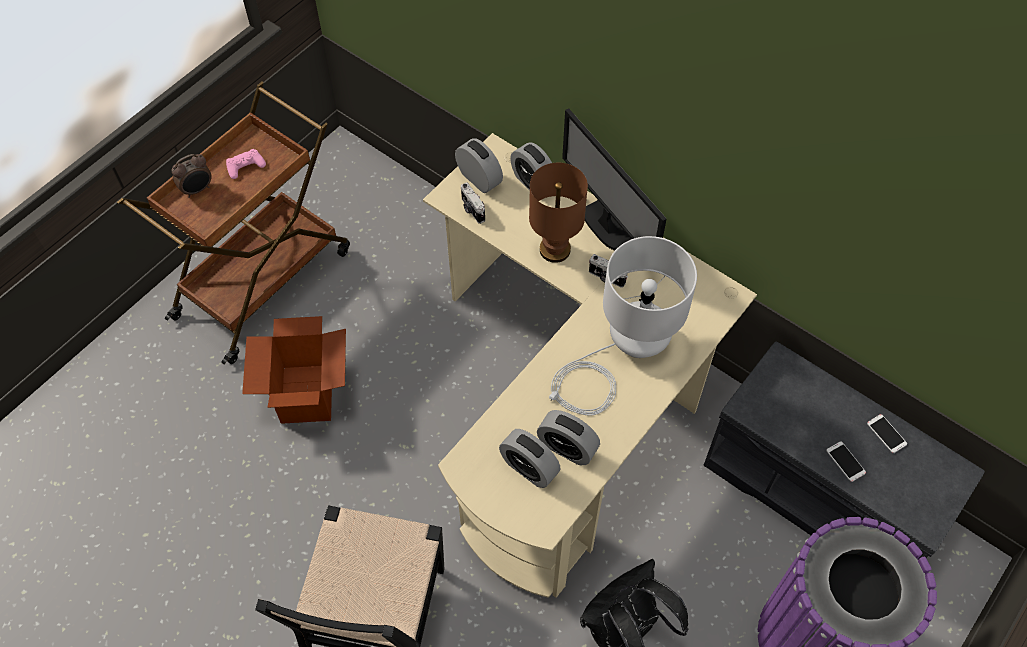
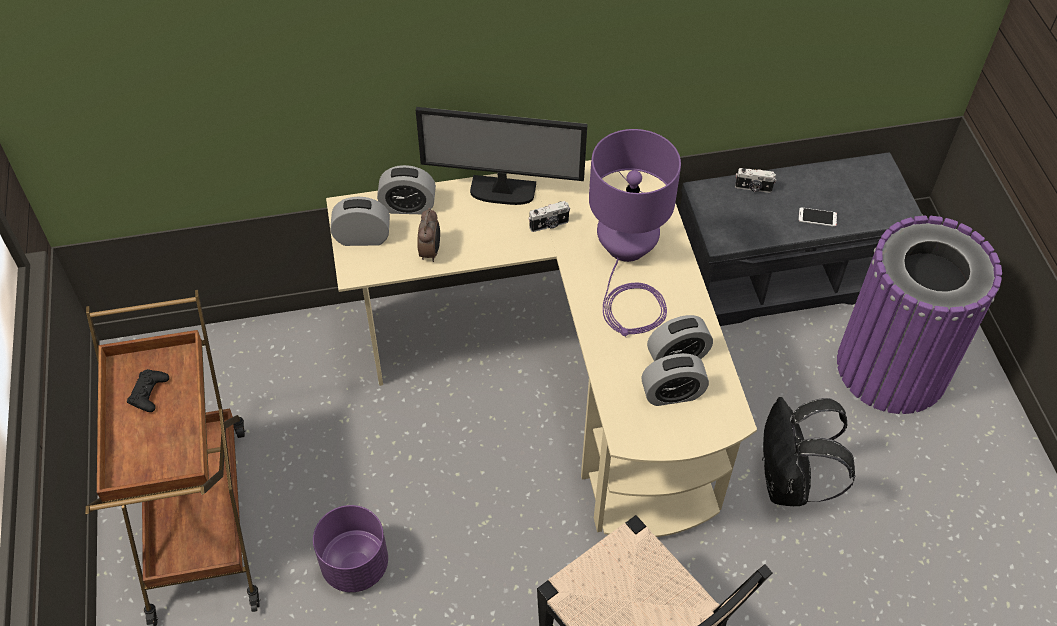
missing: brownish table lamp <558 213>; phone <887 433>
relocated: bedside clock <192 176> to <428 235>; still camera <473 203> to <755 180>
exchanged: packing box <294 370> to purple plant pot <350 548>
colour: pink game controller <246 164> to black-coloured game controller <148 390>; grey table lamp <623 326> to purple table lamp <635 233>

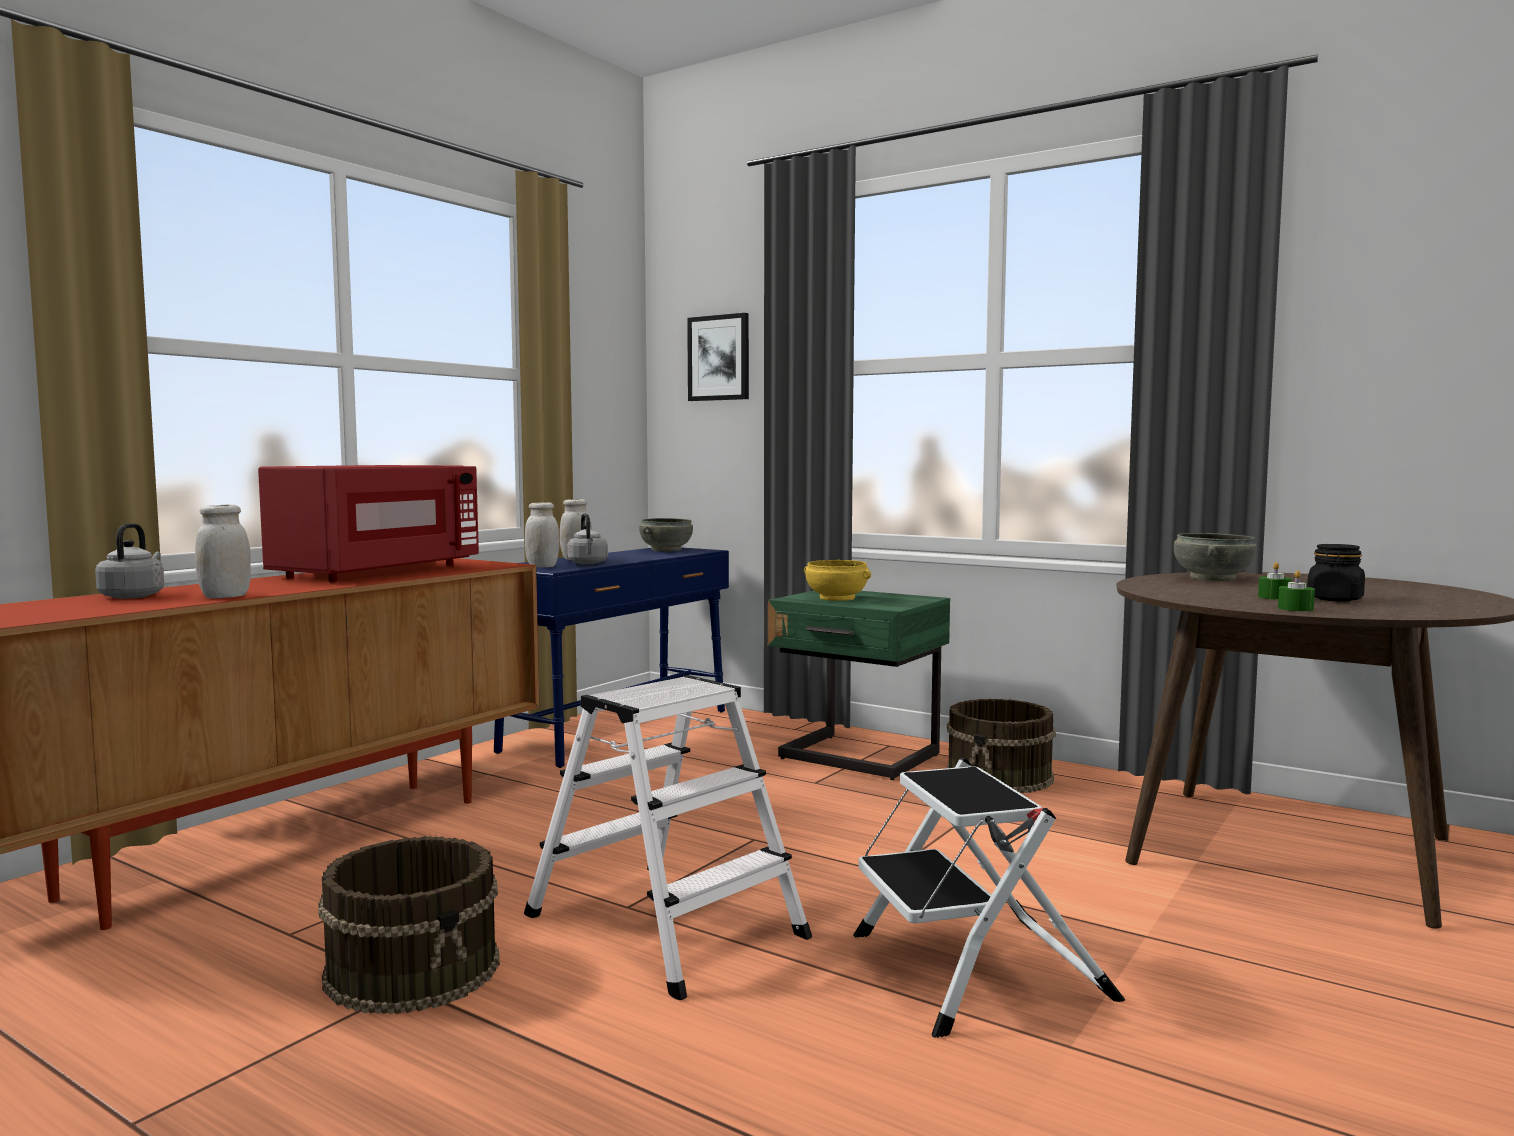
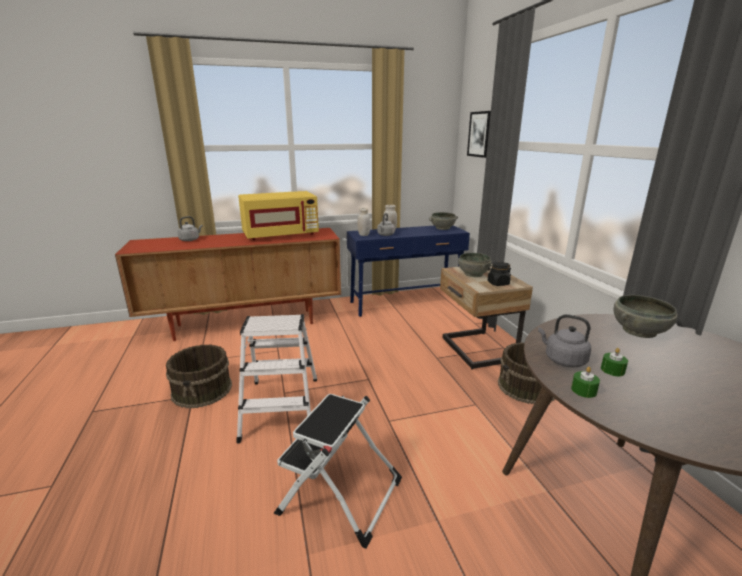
missing: white-coloured jar <223 551>
appeared: grey tea kettle <564 341>
relocated: black-coloured jar <1336 573> to <499 274>
colour: red kitchen microwave <368 523> to yellowish kitchen microwave <278 215>; green nightstand <859 685> to beige-coloured nightstand <486 316>; yellowish bowl <837 580> to grey bowl <475 265>

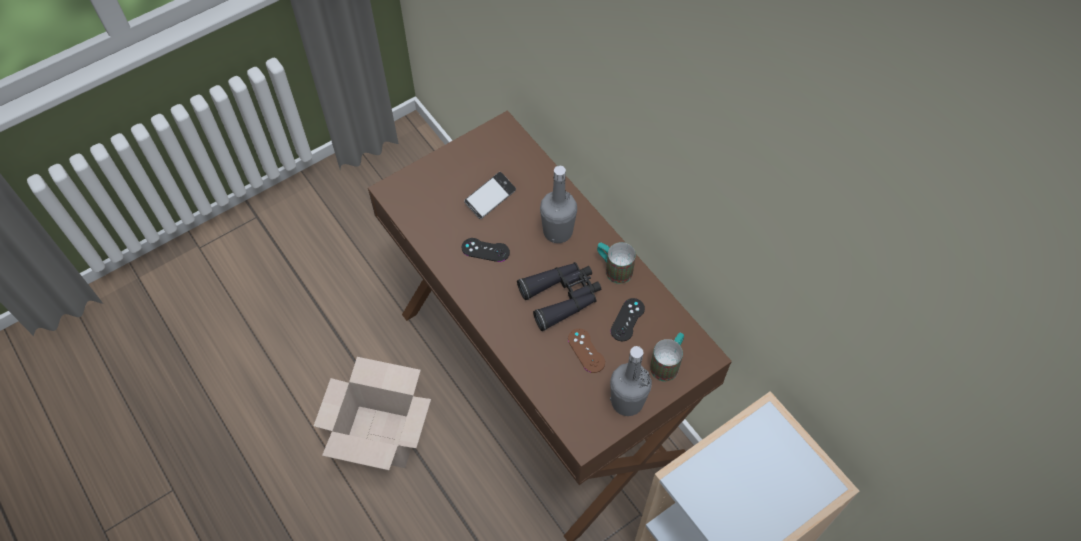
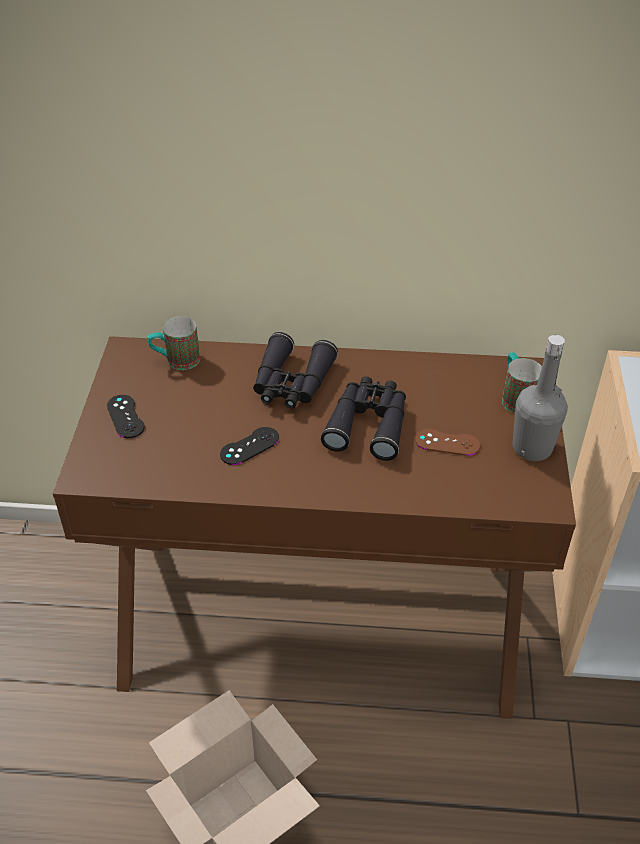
missing: phone <490 195>
relocated: tea mug <616 263> to <174 343>; black-coloured game controller <628 319> to <126 416>
exchanged: grey drink bottle <558 204> to black-coloured pair of binoculars <295 370>

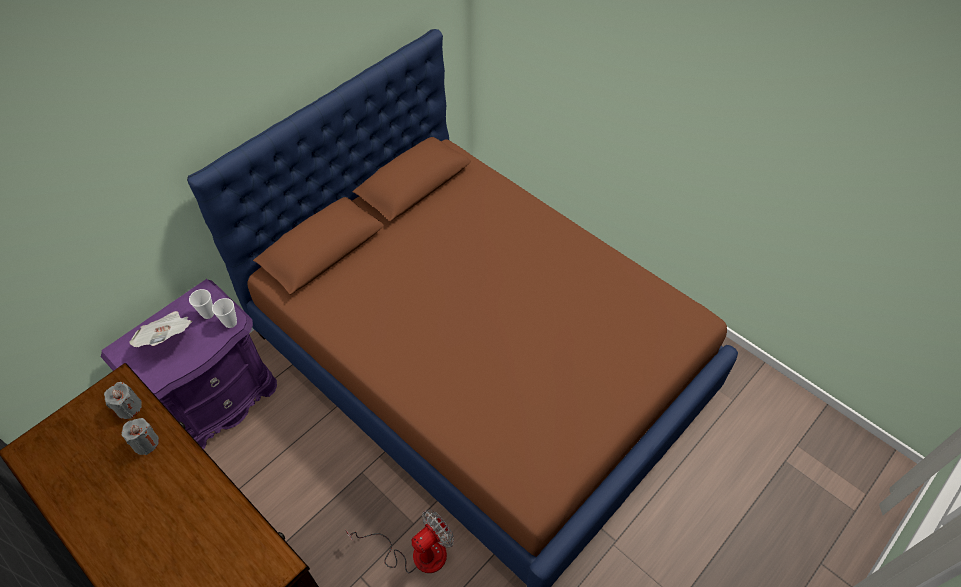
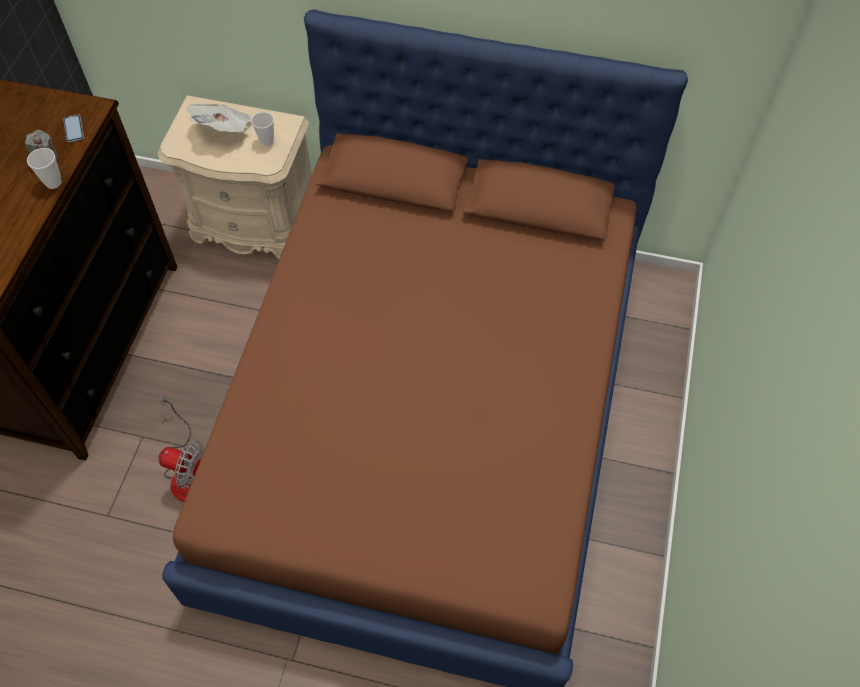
relocated: cup <224 313> to <44 168>
exchanged: grey wax candle <123 400> to phone <73 128>
colour: purple nightstand <189 364> to beige-coloured nightstand <235 177>

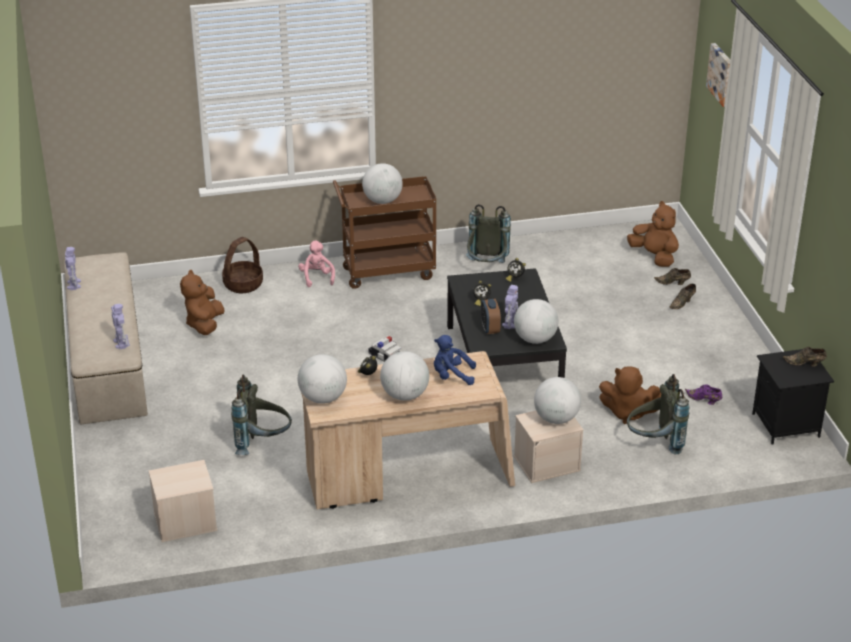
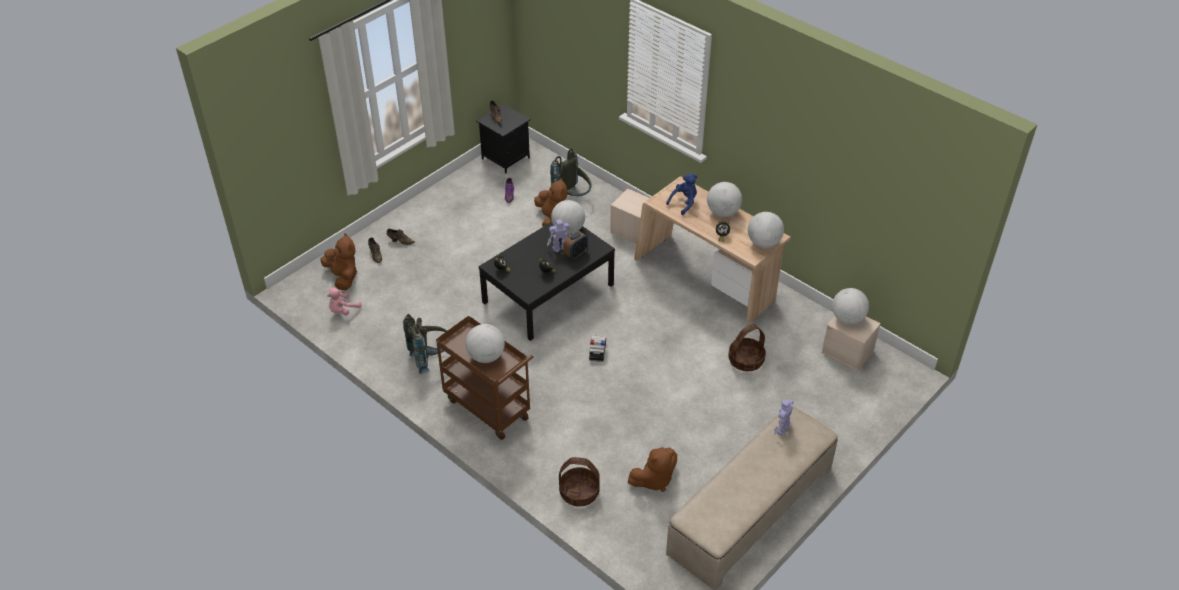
missing: toy robot <73 268>; wall art <718 75>
relocated: pink soft toy <316 264> to <344 301>; world globe <557 400> to <850 306>
exchanged: grey rucksack <261 414> to basket <747 347>
spun: blue soft toy <455 360> = <681 194> 105 degrees counterclockwise; brownish soft toy <653 234> = <339 261> 135 degrees clockwise

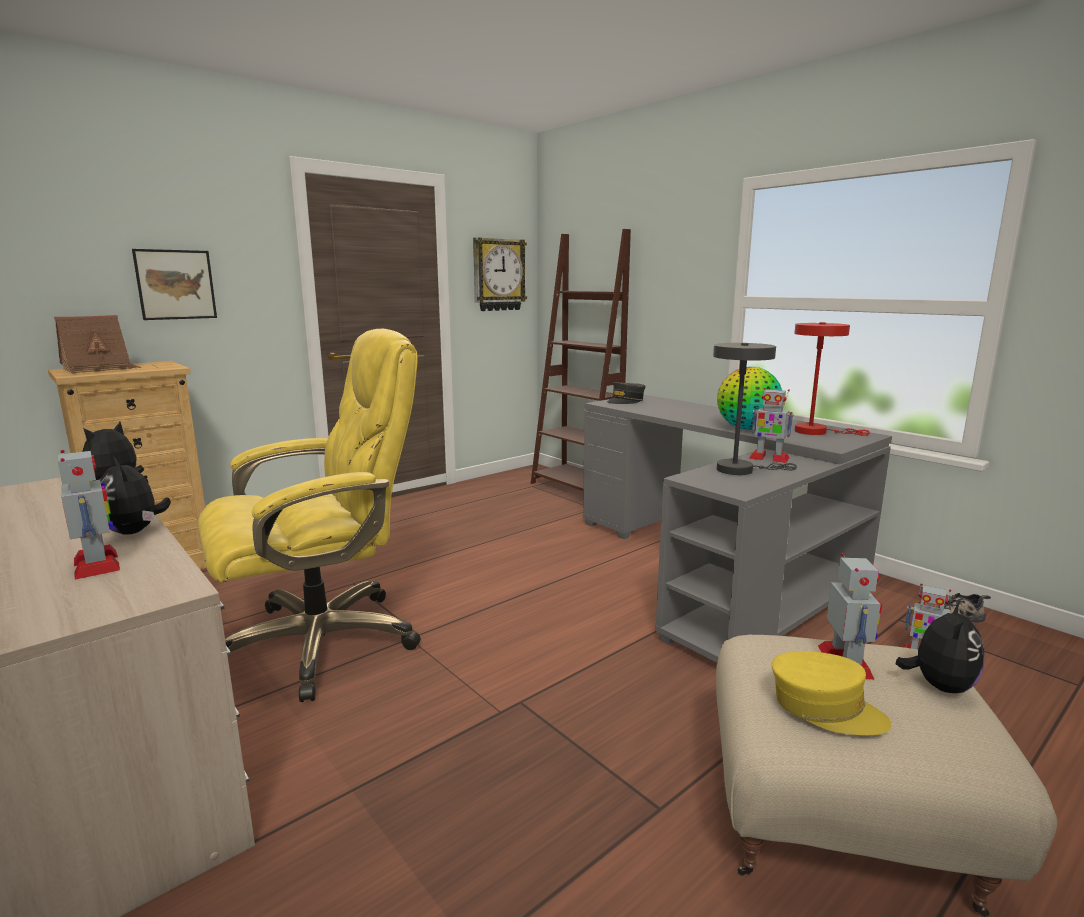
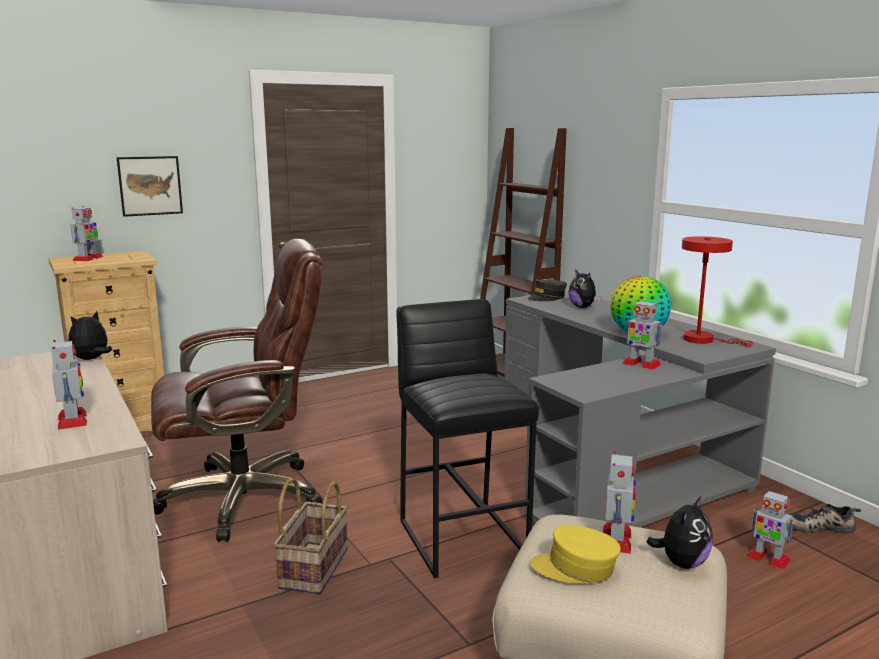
missing: wall clock <500 274>; grey table lamp <755 409>
appeared: basket <310 535>; black-coloured stool seat <467 438>
relocated: soft toy <135 496> to <584 288>
exchanged: toy house <97 344> to toy robot <86 233>
colour: yellowish desk chair <309 515> to brownish desk chair <237 390>
spun: yellowish peaked cap <832 693> = <576 554> 150 degrees clockwise

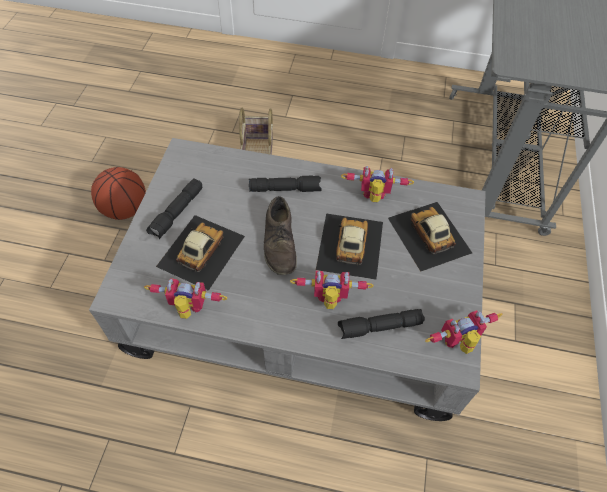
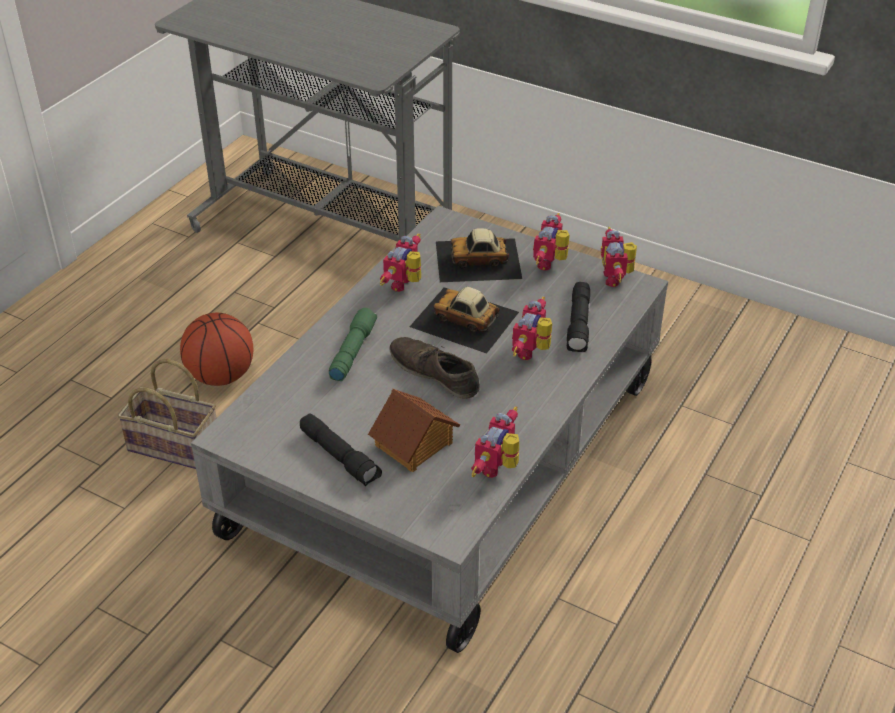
appeared: toy robot <551 242>
relocated: ball for basketball <118 193> to <216 349>
exchanged: model car <200 253> to toy house <414 430>
colour: black-coloured flashlight <285 184> to green flashlight <353 344>
spun: brownish shoe <280 235> = <434 368> 150 degrees counterclockwise

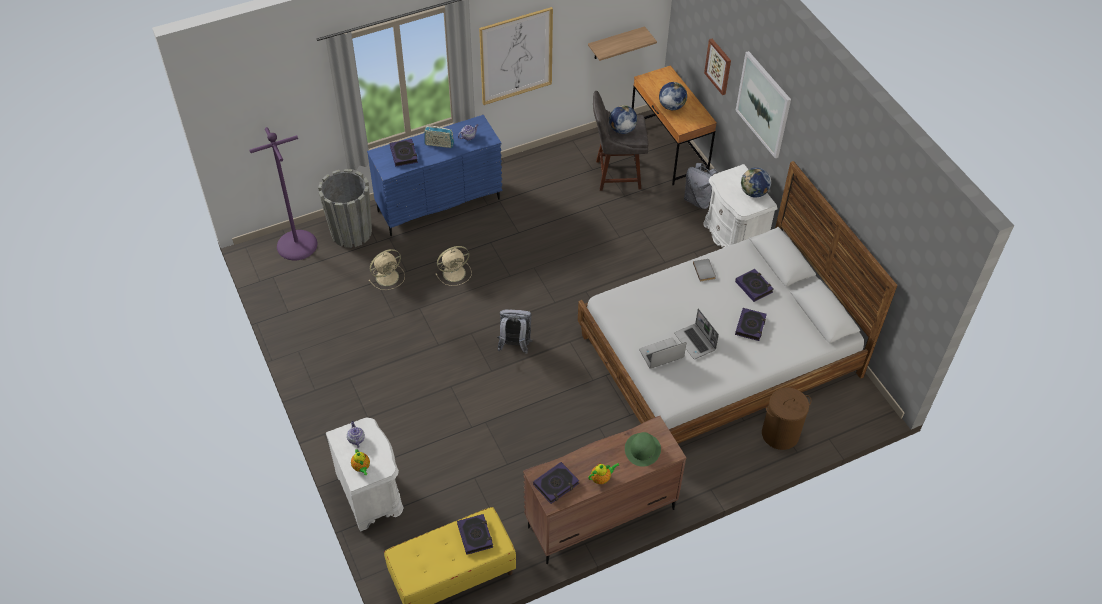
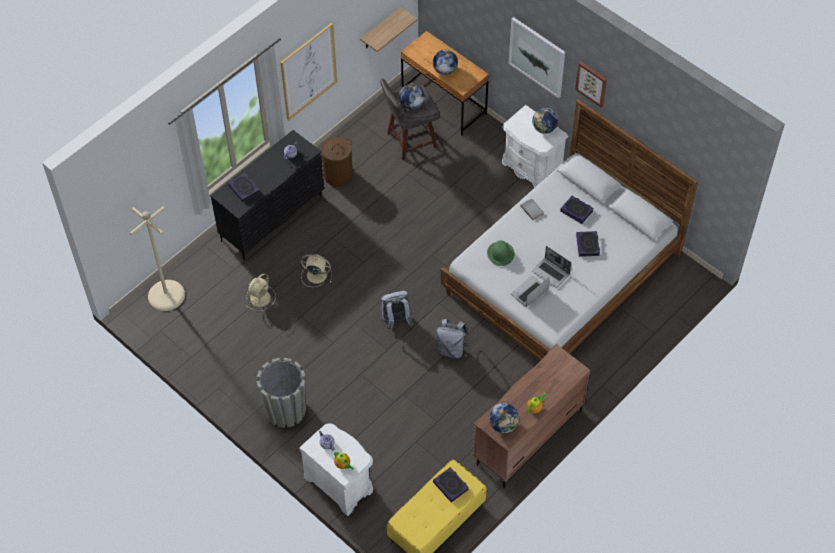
missing: radio <439 136>
relocated: grey plant pot <345 208> to <281 393>; green hat <643 449> to <501 253>; grey rucksack <701 186> to <452 338>; wall art <717 67> to <591 84>; brownish laundry basket <787 418> to <337 162>
exchanged: bound book <556 483> to world globe <504 418>
colour: purple clothes rack <283 194> to beige-coloured clothes rack <157 258>; blue chest of drawers <435 175> to black-coloured chest of drawers <267 195>
spun: beige-coloured electric fan <453 266> = <316 270> 120 degrees counterclockwise

